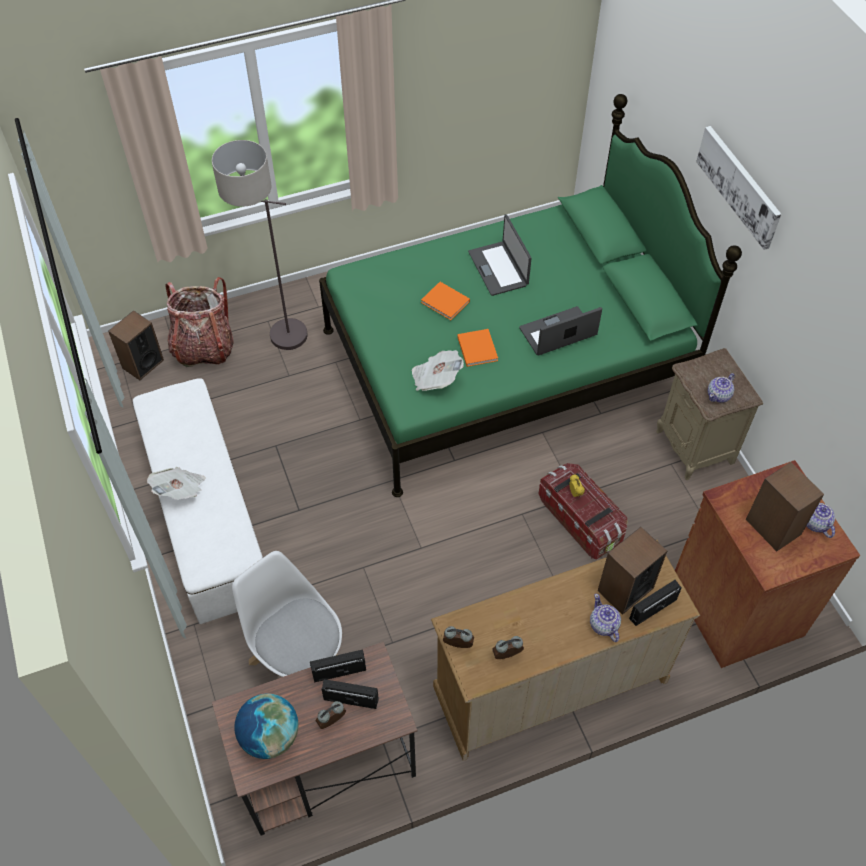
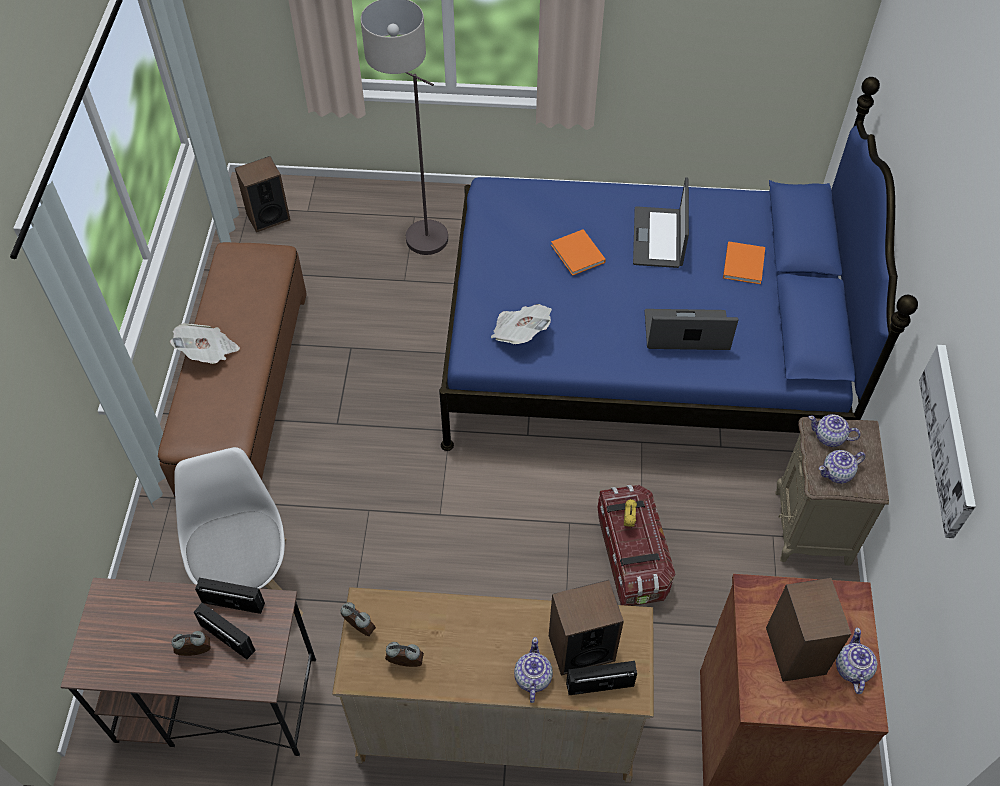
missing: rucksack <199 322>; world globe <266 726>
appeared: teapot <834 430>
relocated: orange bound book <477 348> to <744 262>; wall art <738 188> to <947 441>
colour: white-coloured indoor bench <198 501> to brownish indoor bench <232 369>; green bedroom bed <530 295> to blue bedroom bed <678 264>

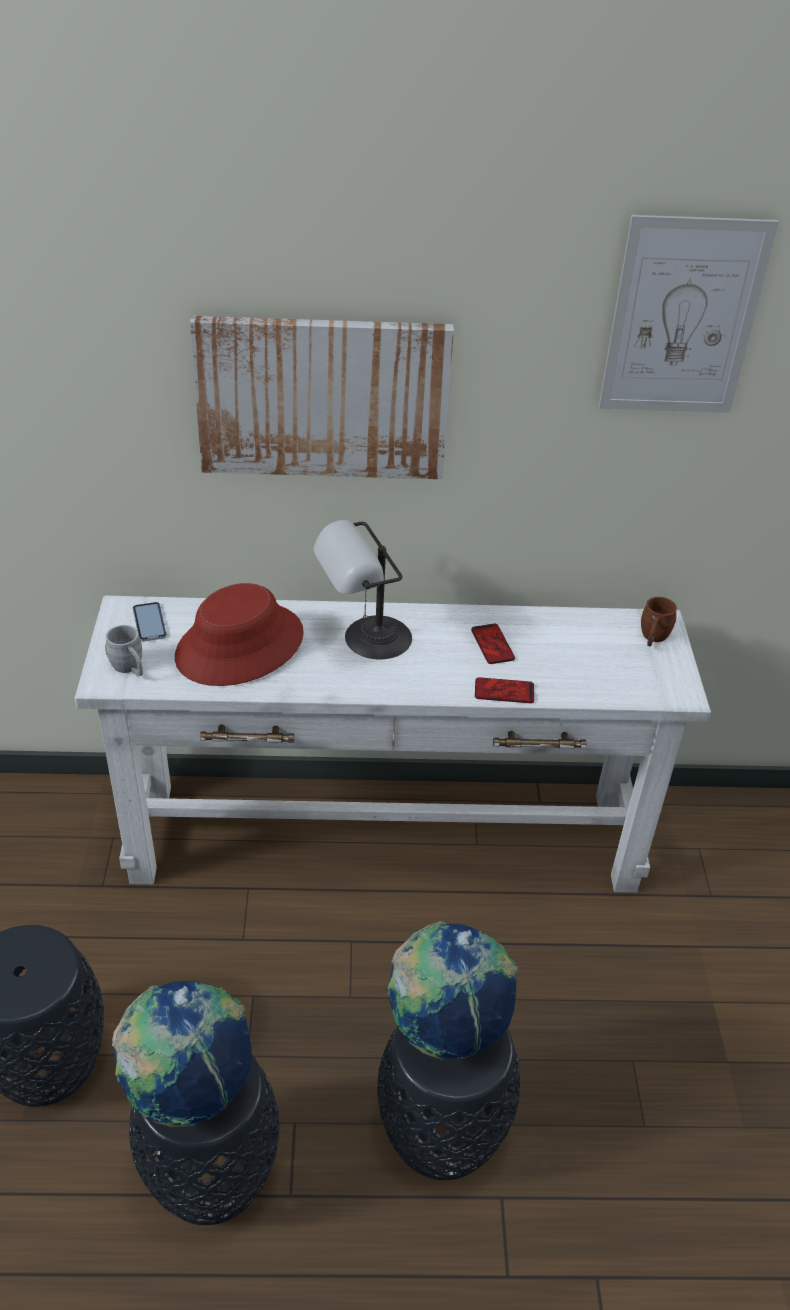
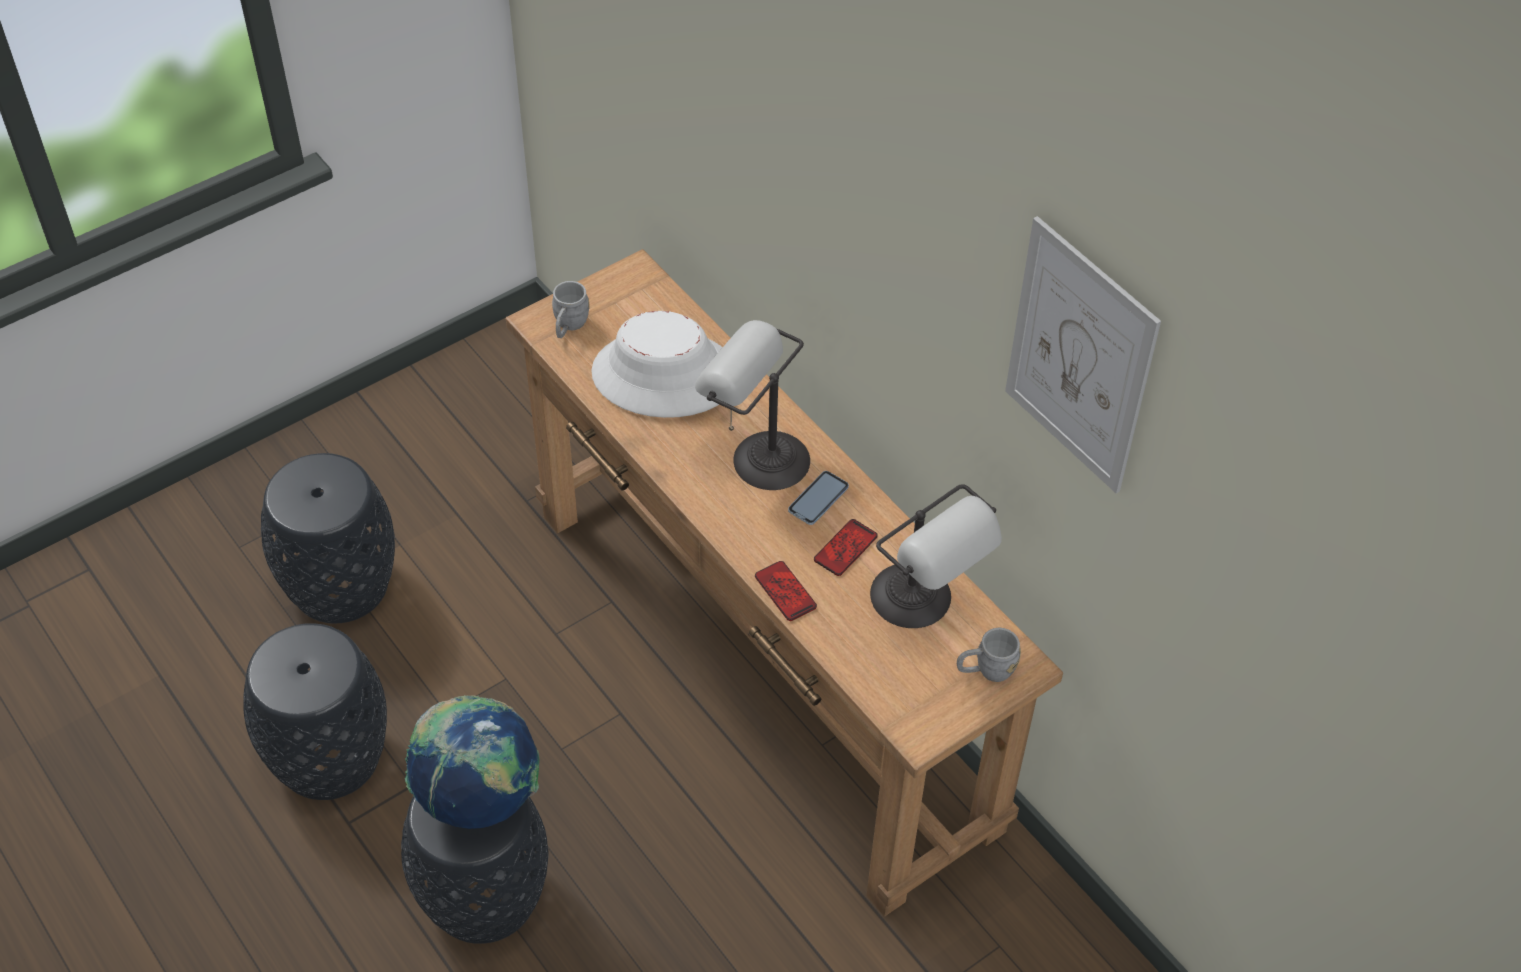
missing: world globe <182 1054>; wall art <322 397>
appeared: table lamp <936 556>
relocated: phone <150 622> to <818 498>
colour: white-coloured hall table <393 743> to brownish hall table <784 583>; red hat <239 634> to white-coloured hat <657 364>; brownish tea mug <659 621> to grey tea mug <989 655>

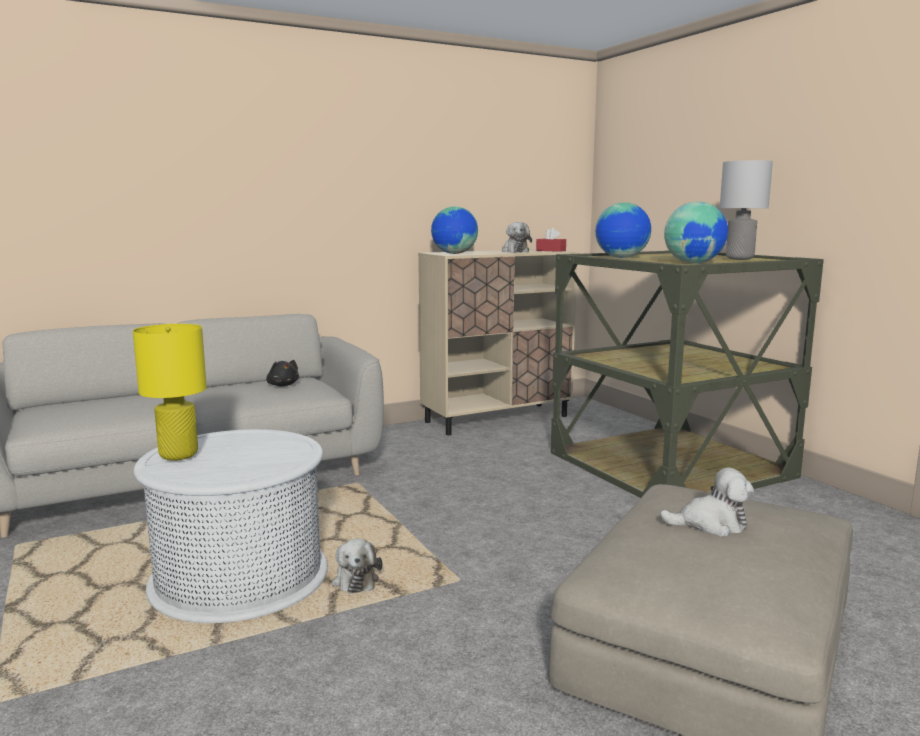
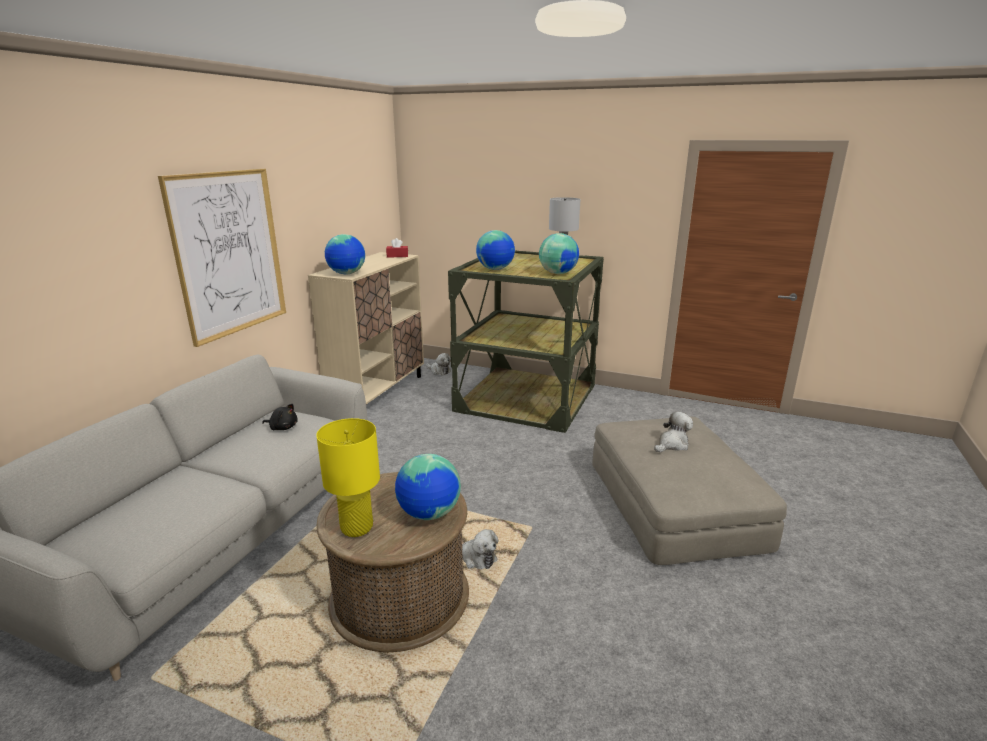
appeared: wall art <222 258>; world globe <428 487>
relocated: soft toy <517 237> to <438 364>
colour: white-coloured lounge table <231 526> to brownish lounge table <392 562>

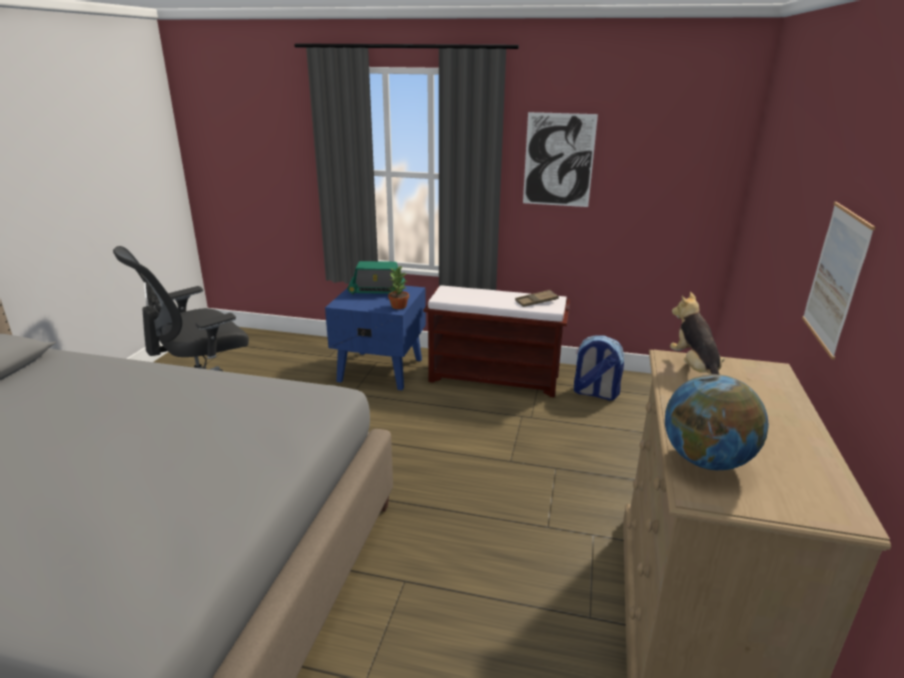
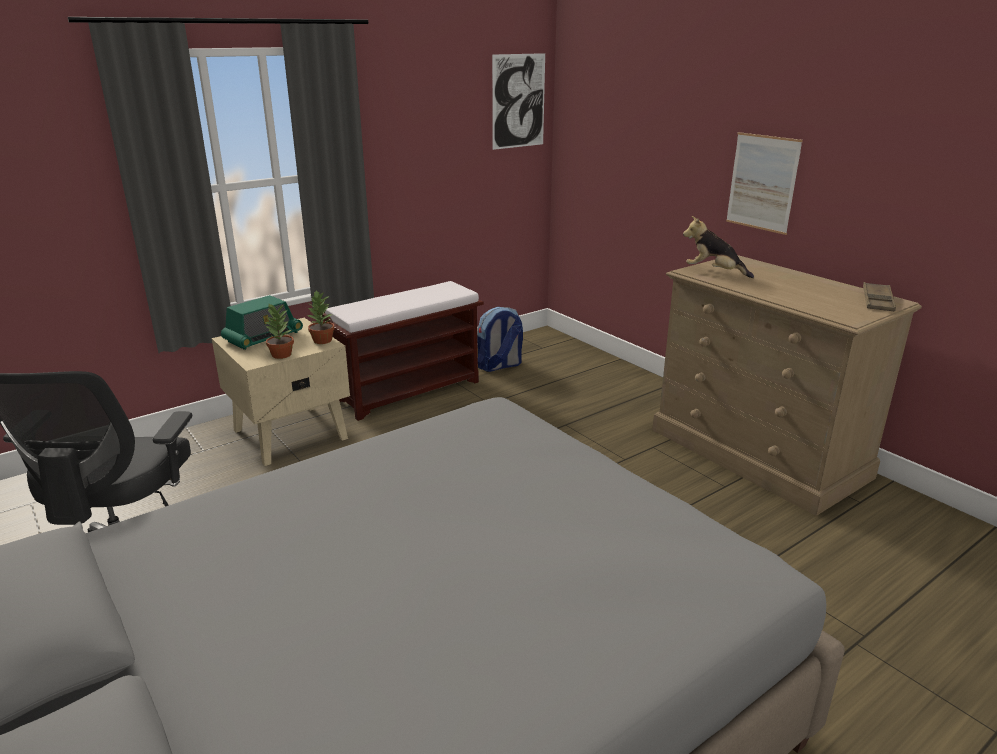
missing: world globe <717 422>
appeared: houseplant <279 331>
relocated: brownish serving tray <537 298> to <879 296>; wall art <560 159> to <518 101>
colour: blue nightstand <375 337> to beige-coloured nightstand <281 392>

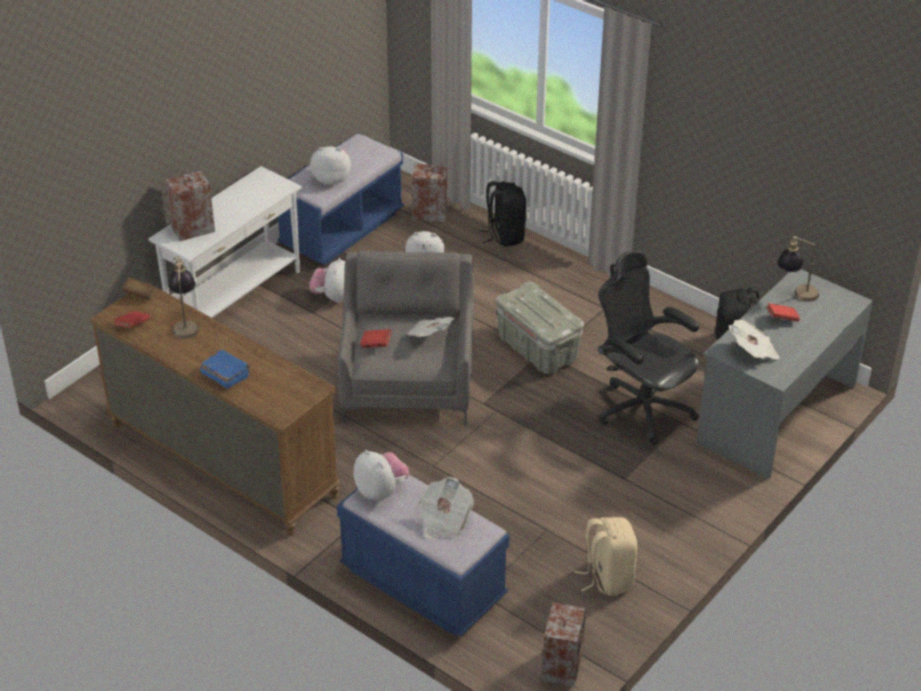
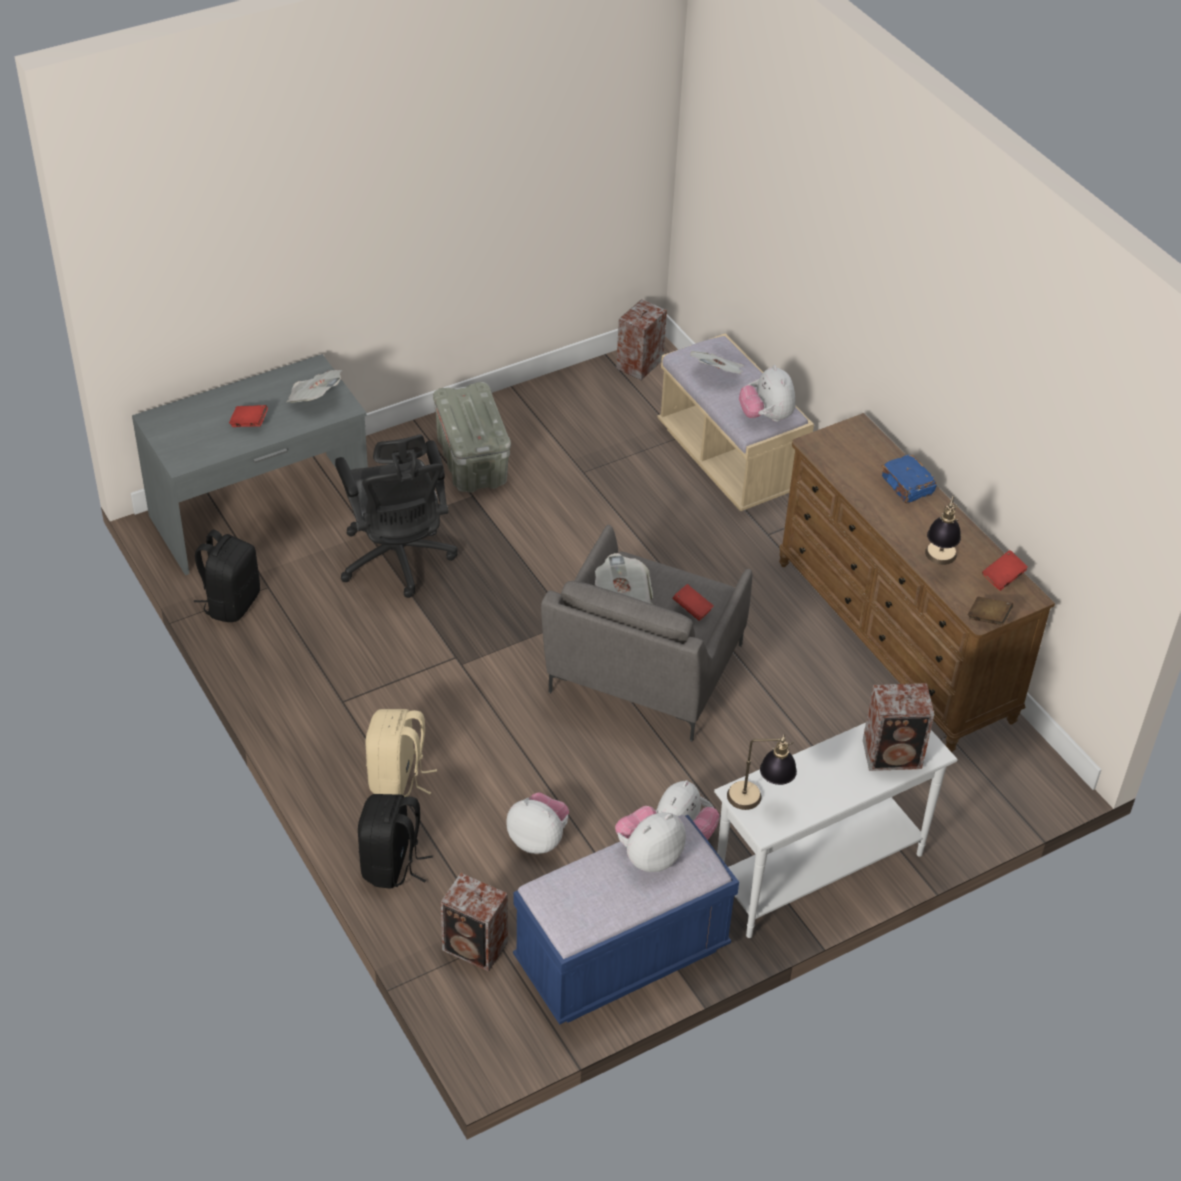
relocated: grey storage box <539 328> to <472 437>; beige-coloured rucksack <606 556> to <401 753>; table lamp <798 269> to <762 772>
colour: blue indoor bench <423 555> to beige-coloured indoor bench <735 422>
spun: soft toy <330 165> = <650 839> 120 degrees clockwise

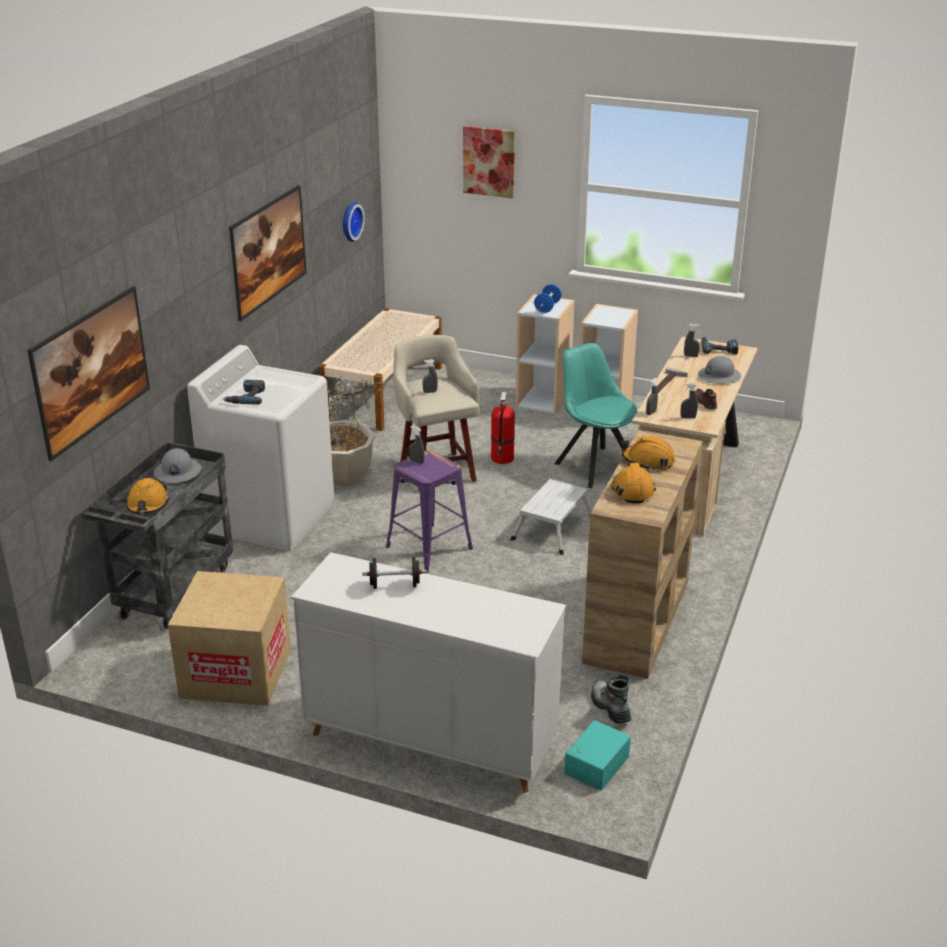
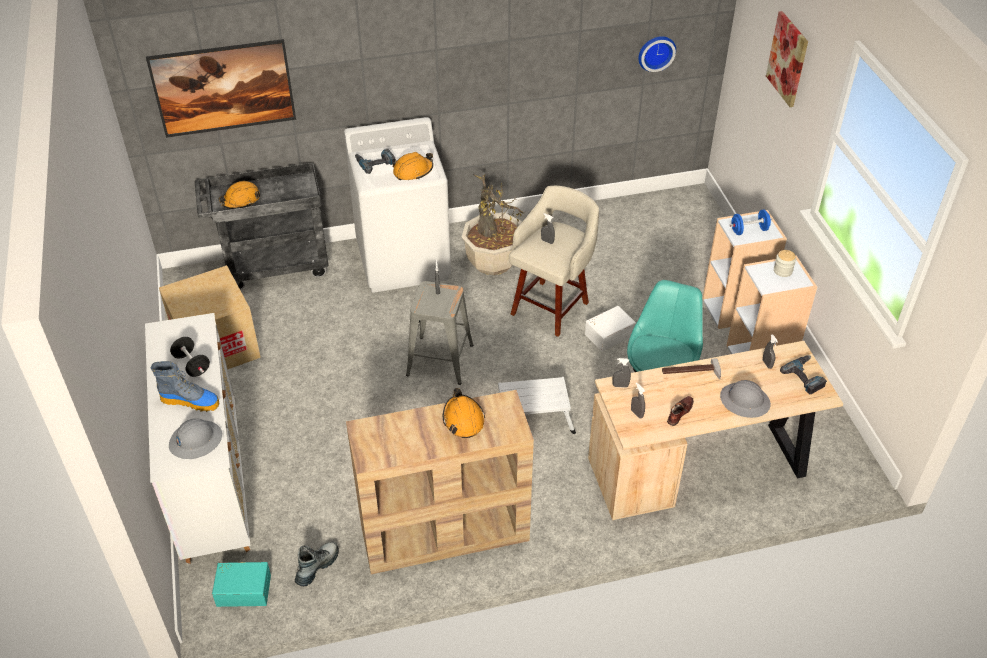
missing: wall art <268 253>; beige-coloured indoor bench <380 369>
appeared: high-top boot <185 386>; jar <785 263>
relocated: grey hard hat <177 465> to <195 438>; orange hard hat <634 481> to <413 166>
exchanged: fire extinguisher <503 428> to white-coloured storage box <610 329>
colour: purple stool seat <429 511> to grey stool seat <440 333>

